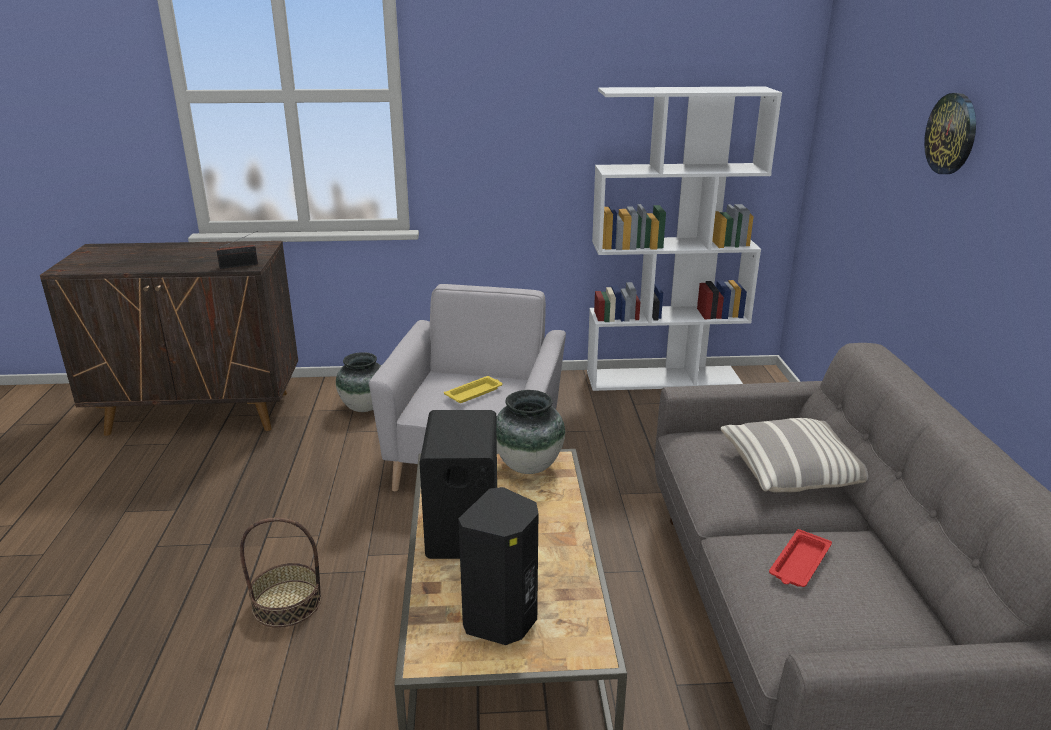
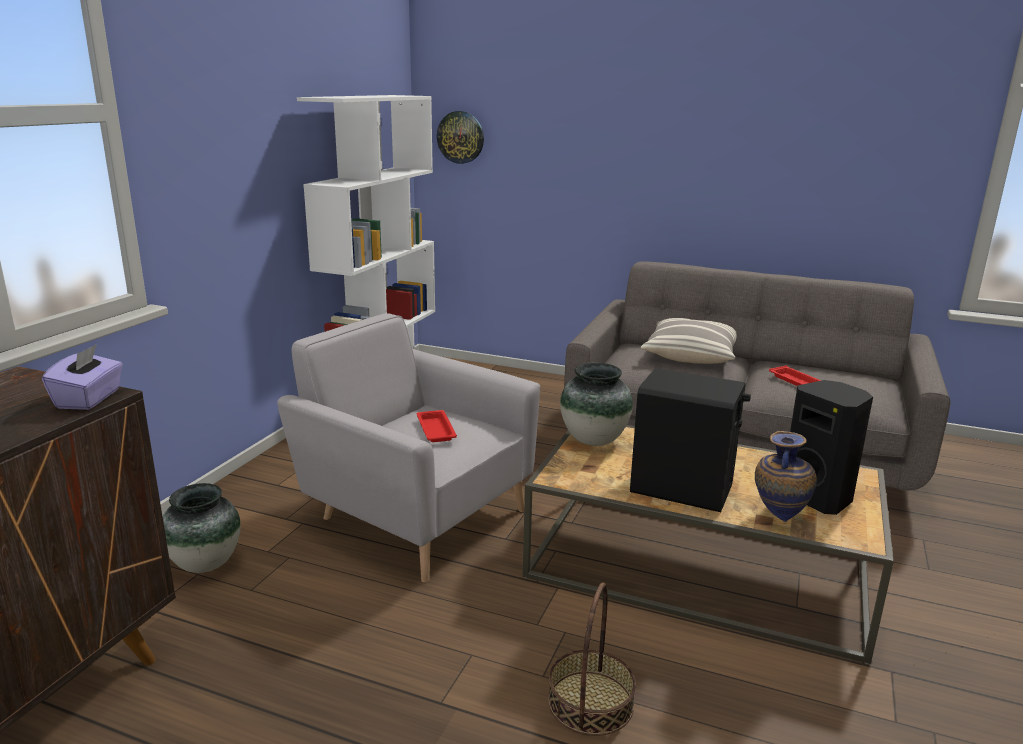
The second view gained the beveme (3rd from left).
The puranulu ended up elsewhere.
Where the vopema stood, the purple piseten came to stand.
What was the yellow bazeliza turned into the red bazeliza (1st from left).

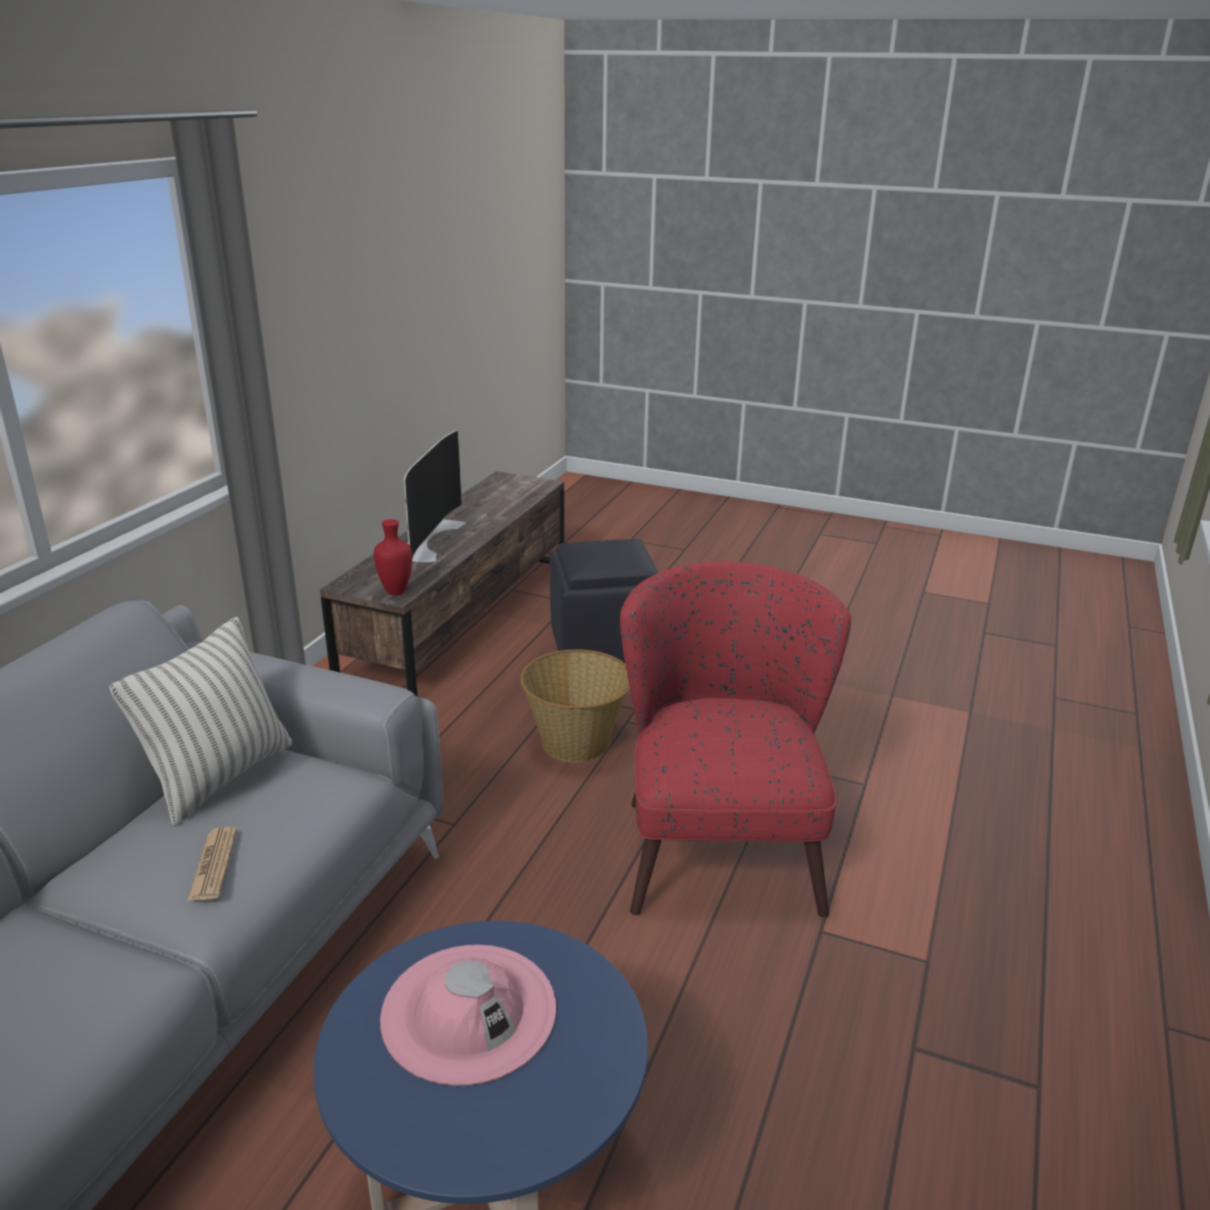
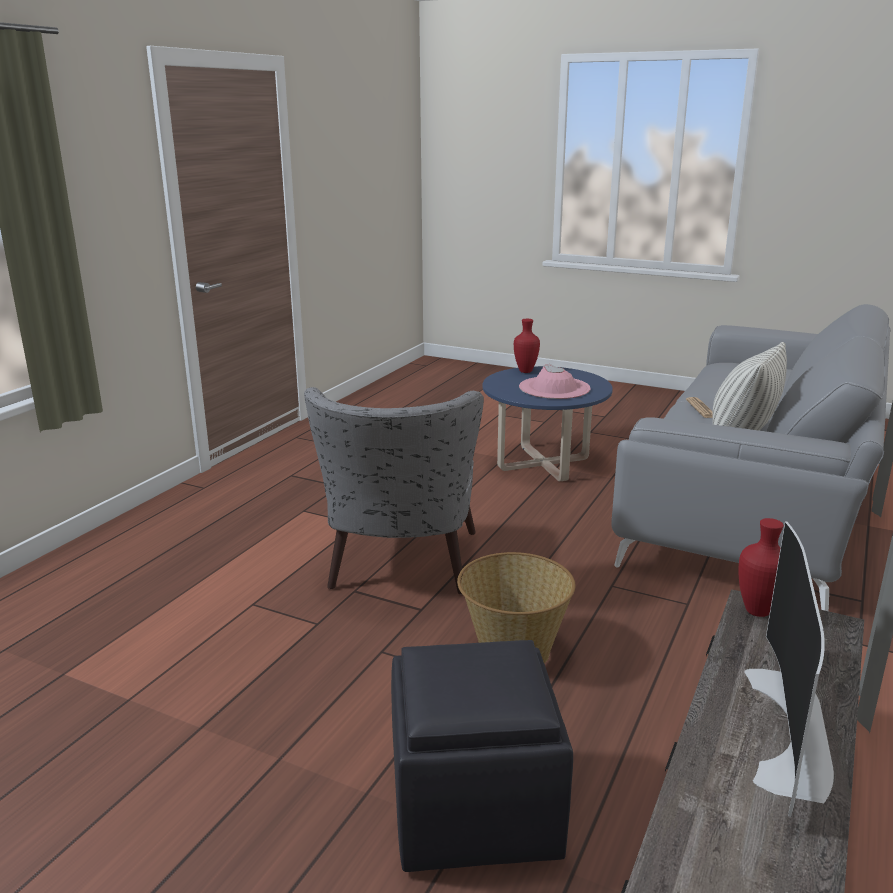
The second view gained the red beveme (1st from left).
What was the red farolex turned into the grey farolex.

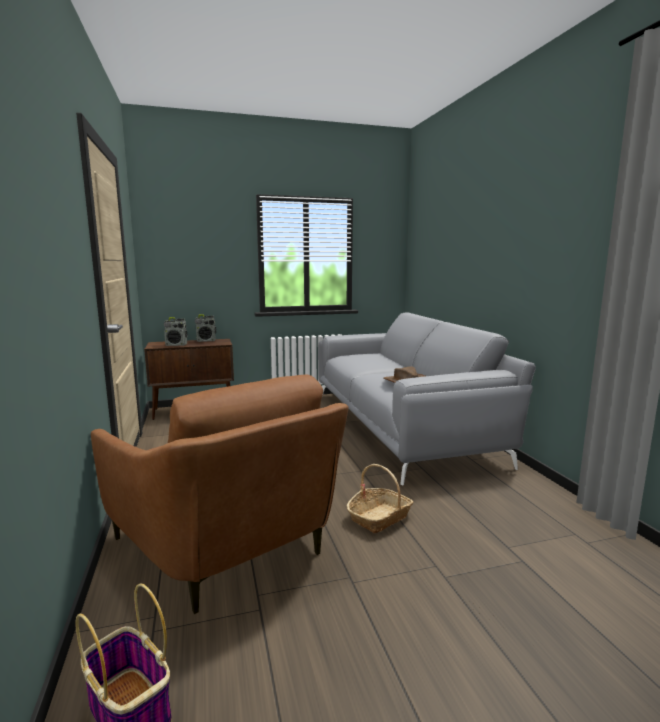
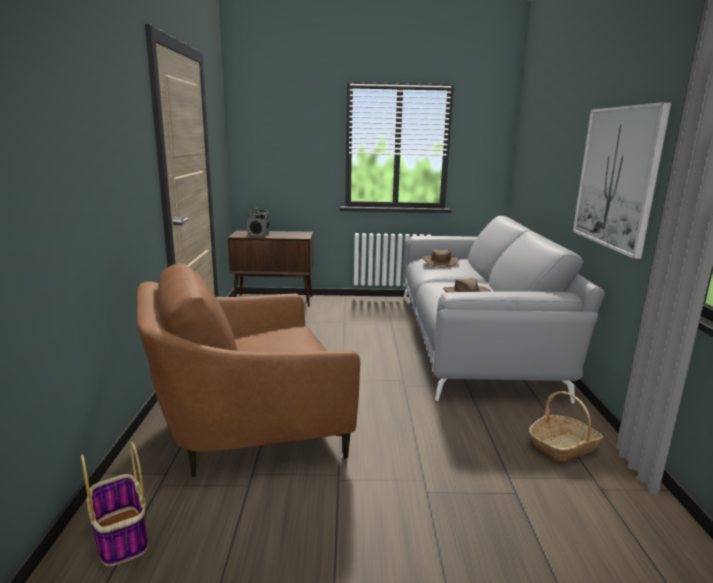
The second view lost the vopema (2nd from left).
The second view gained the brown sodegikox (1st from left).
The second view gained the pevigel.
The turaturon (2nd from left) ended up elsewhere.
The brown farolex ended up facing another way, 90 degrees clockwise from before.

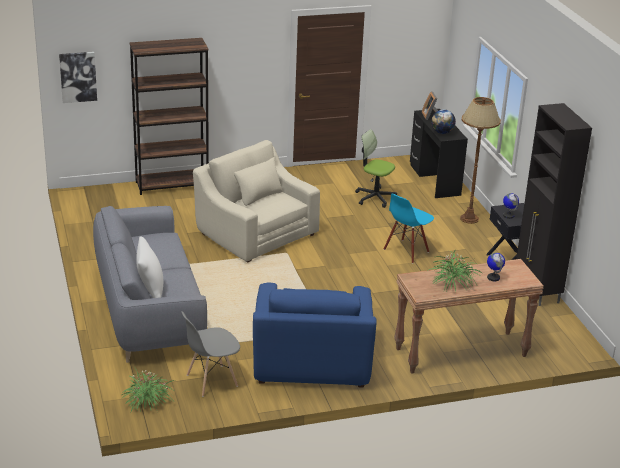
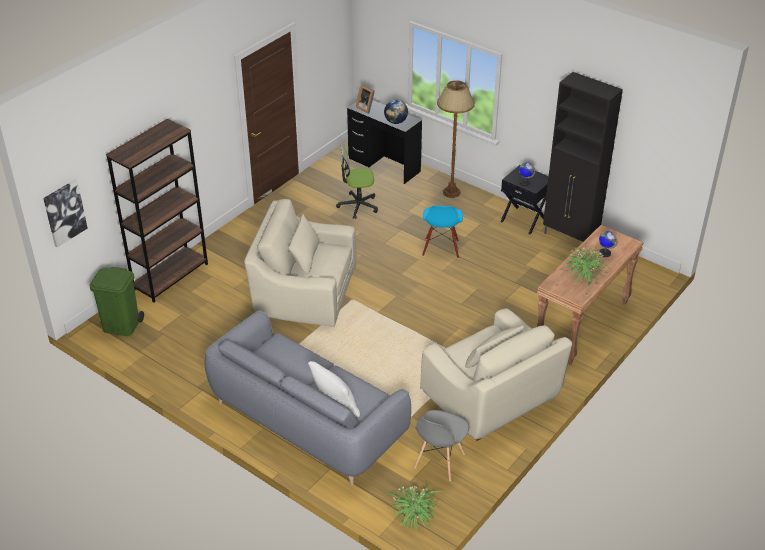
The second view gained the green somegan.
What was the blue farolex turned into the beige farolex (2nd from left).

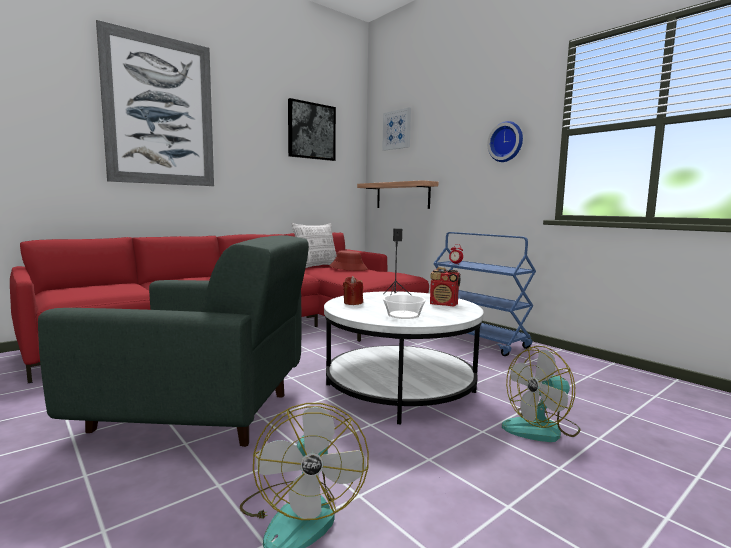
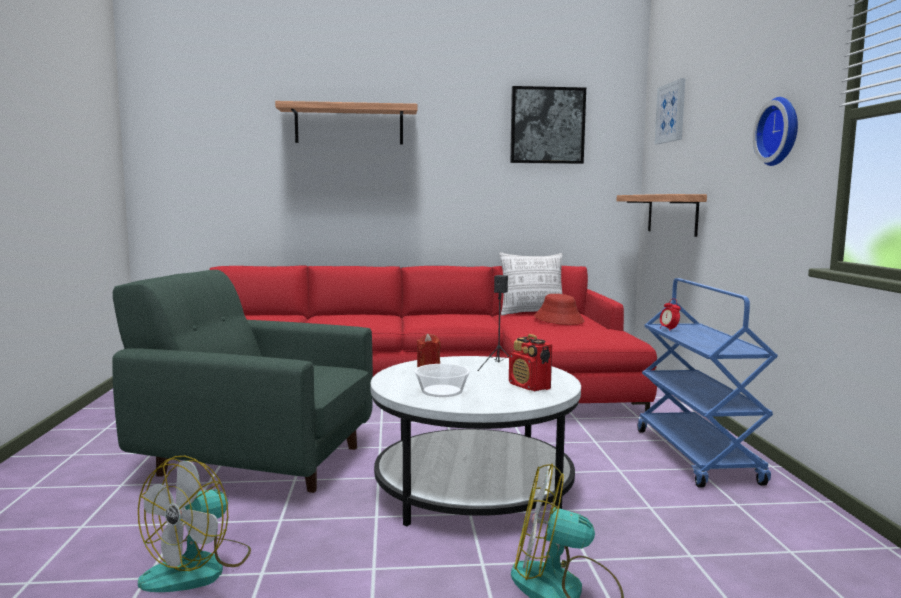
Where the pevigel (1st from left) hung, the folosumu (1st from left) came to hang.
The green farolex ended up facing another way, 150 degrees clockwise from before.

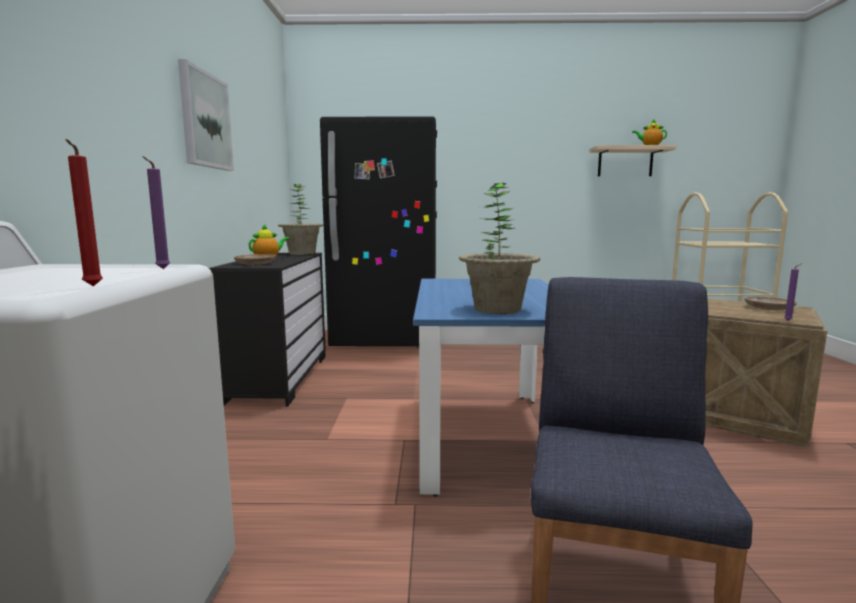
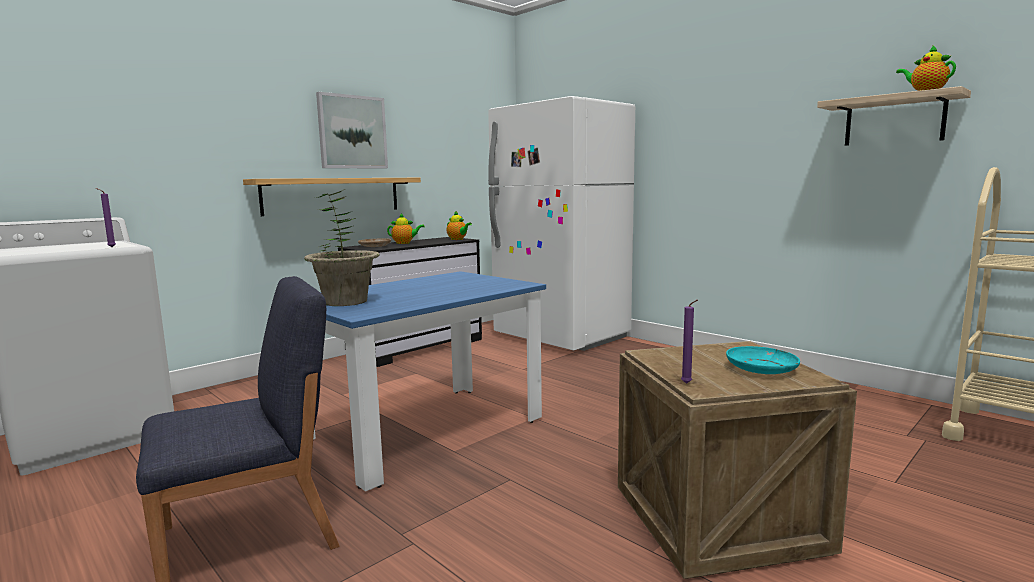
The second view lost the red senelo.
The second view gained the folosumu (1st from left).
Where the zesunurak (1st from left) stood, the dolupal (2nd from left) came to stand.
What was the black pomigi turned into the white pomigi.
What was the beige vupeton (2nd from left) turned into the turquoise vupeton.

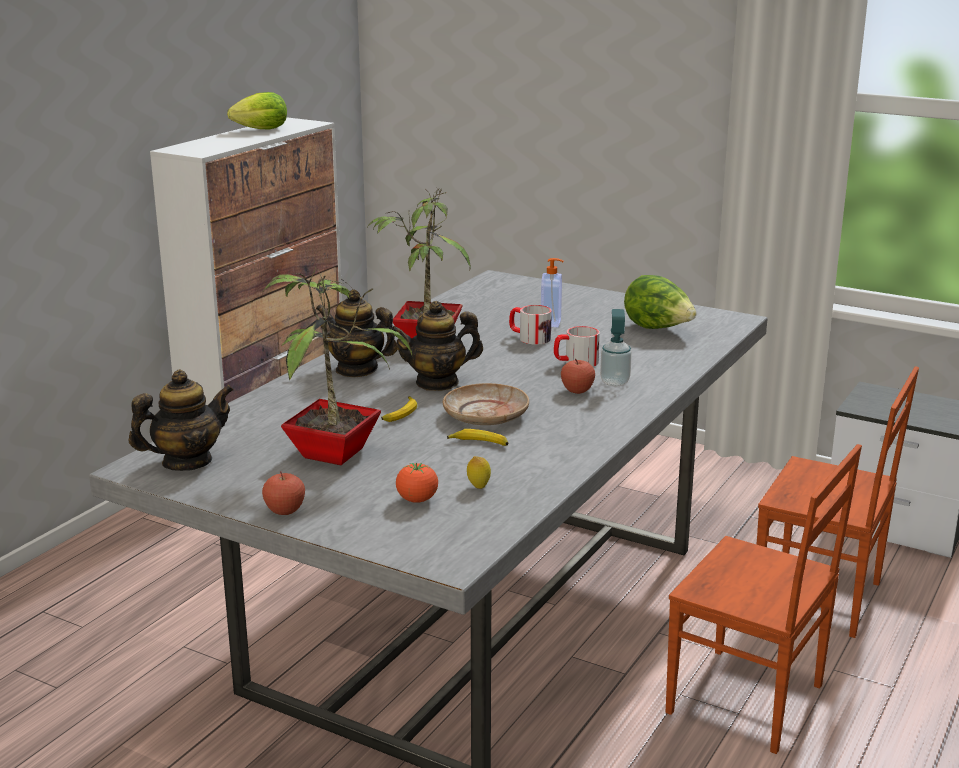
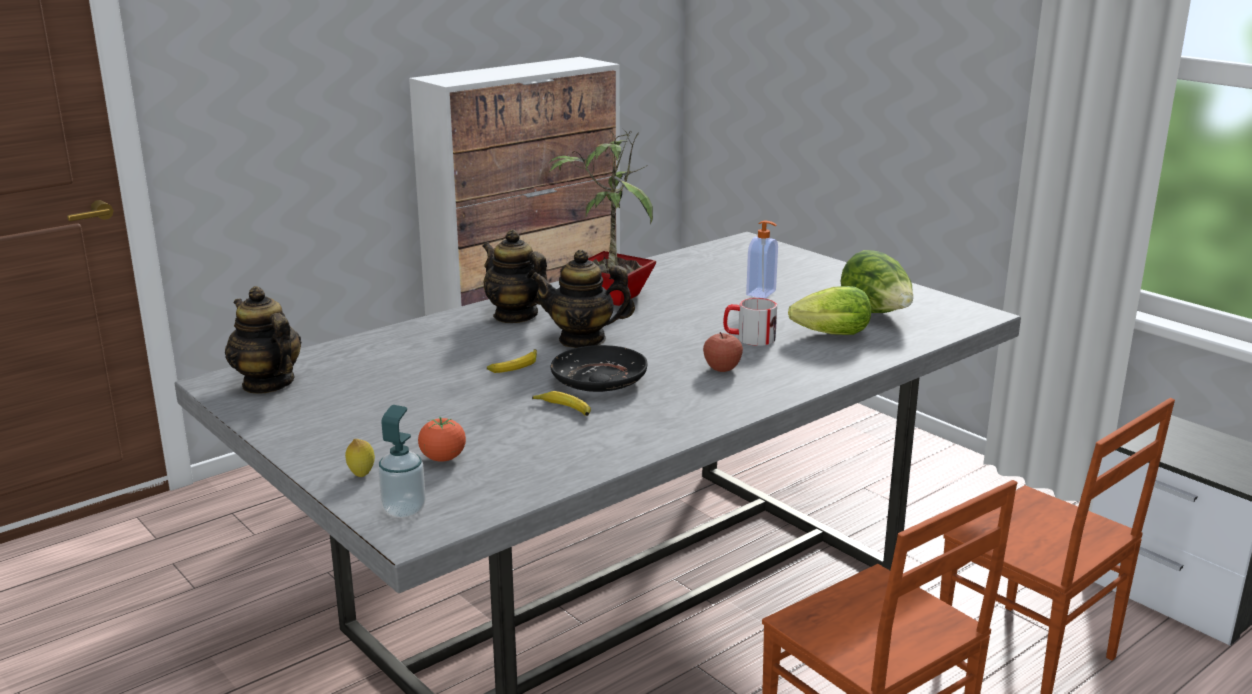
The second view lost the zesunurak (1st from left).
The second view lost the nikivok (1st from left).
The second view lost the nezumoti (1st from left).
The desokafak (1st from left) ended up elsewhere.
The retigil ended up elsewhere.
The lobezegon (2nd from left in the first image) ended up elsewhere.
What was the beige vupeton turned into the black vupeton.
The dolupal (1st from left) ended up facing another way, 120 degrees counterclockwise from before.

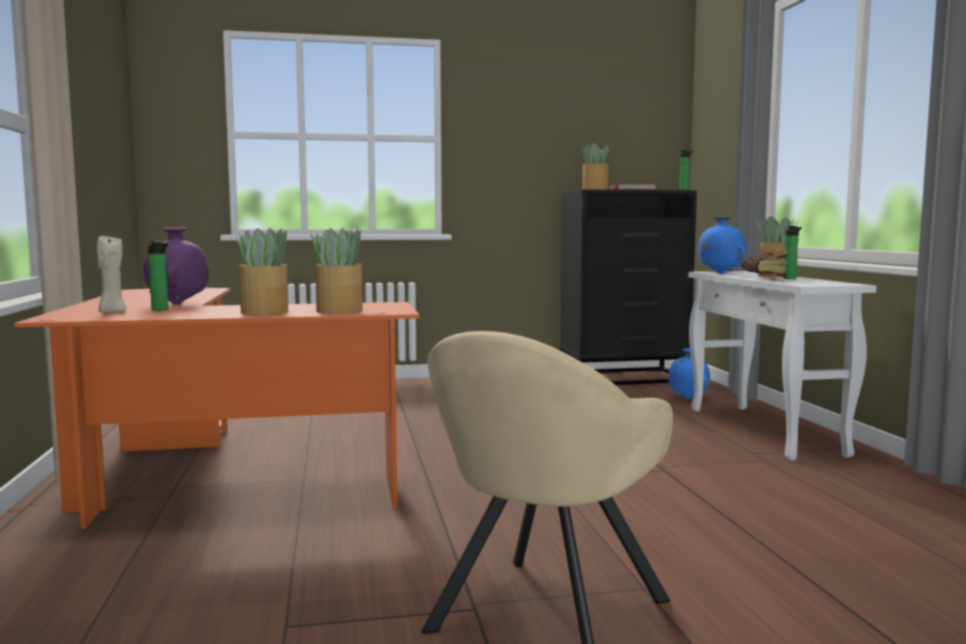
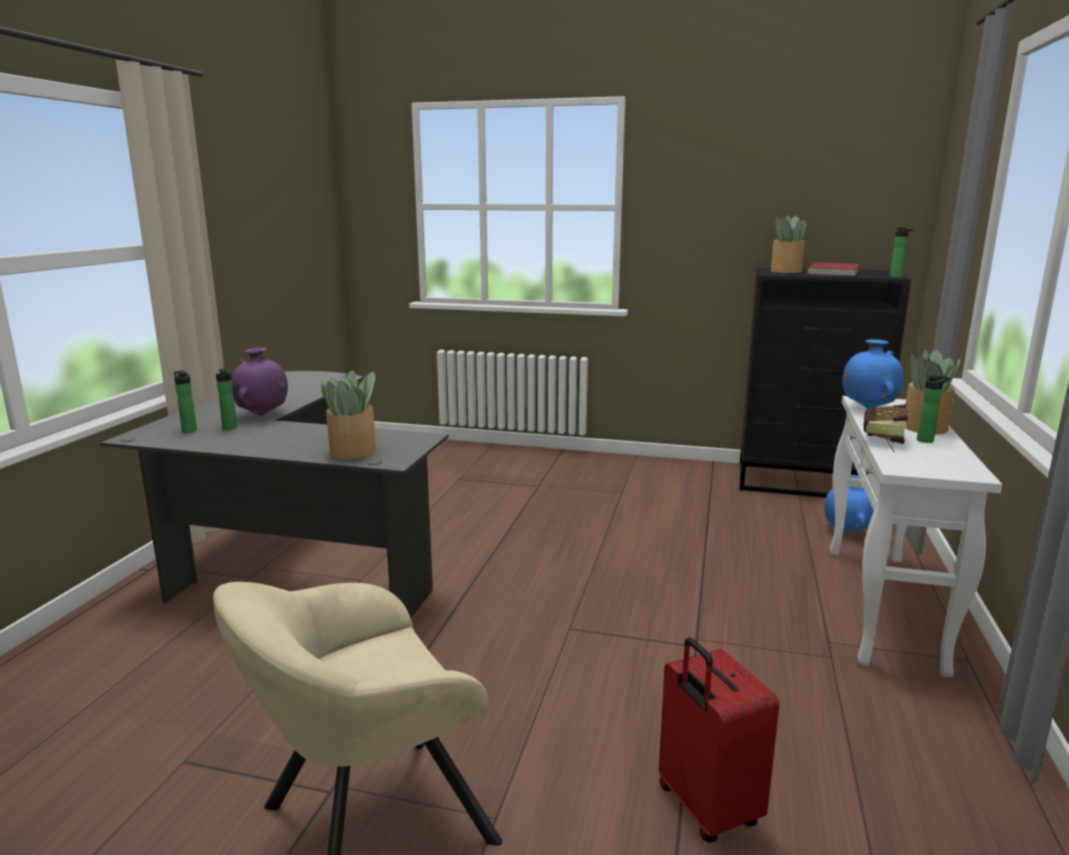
The second view lost the zesunurak (1st from left).
The second view gained the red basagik.
Where the beige senelo stood, the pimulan (1st from left) came to stand.
What was the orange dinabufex turned into the black dinabufex.

